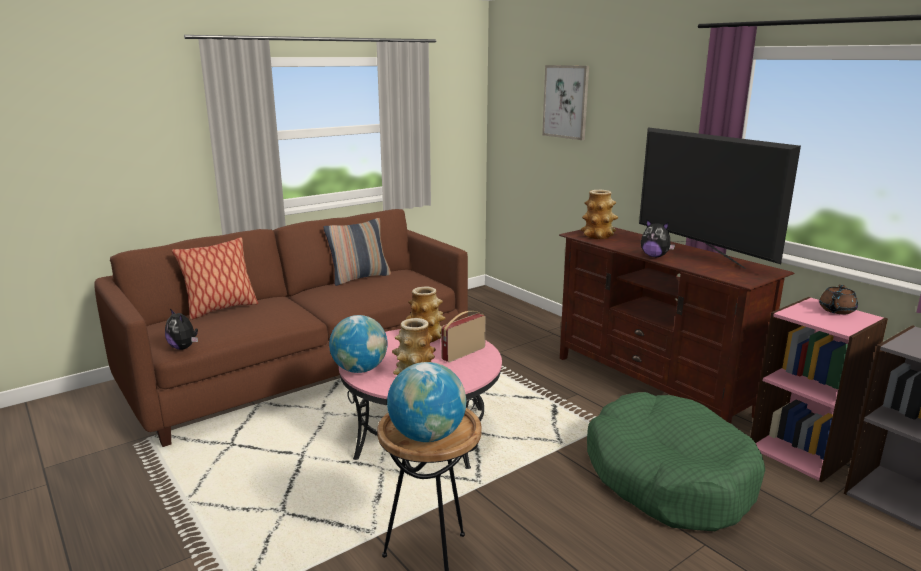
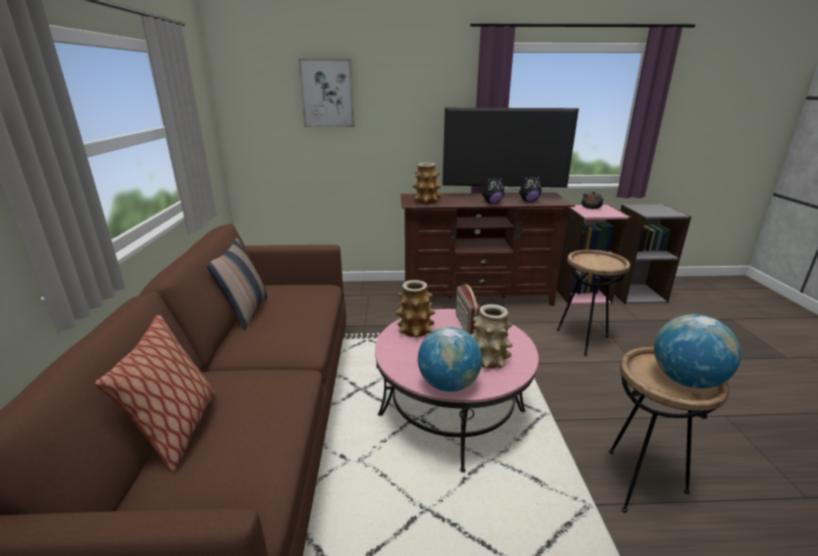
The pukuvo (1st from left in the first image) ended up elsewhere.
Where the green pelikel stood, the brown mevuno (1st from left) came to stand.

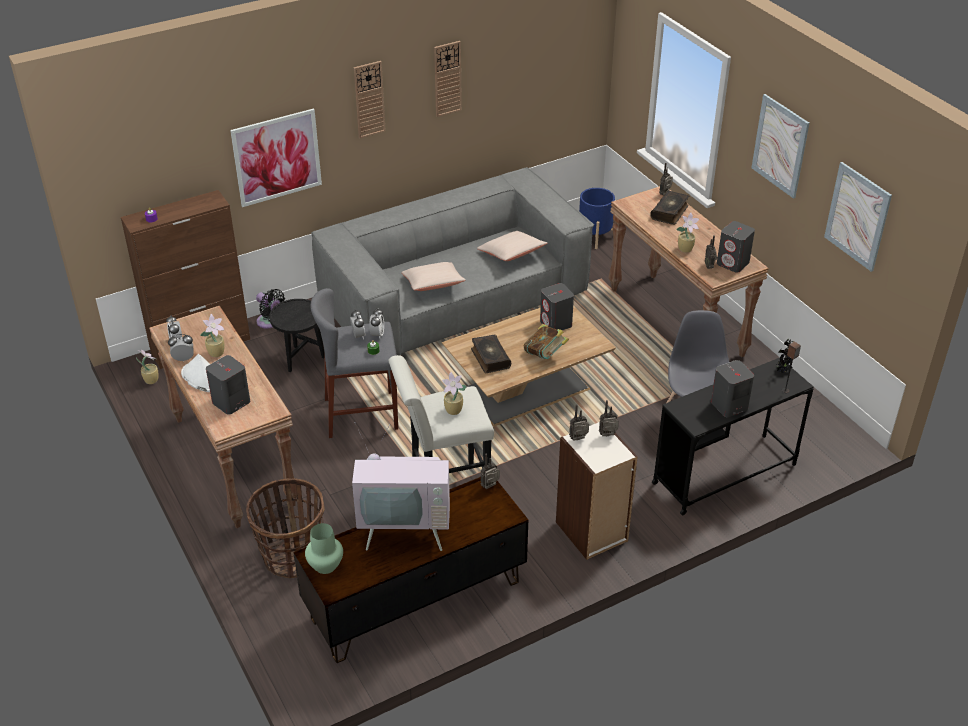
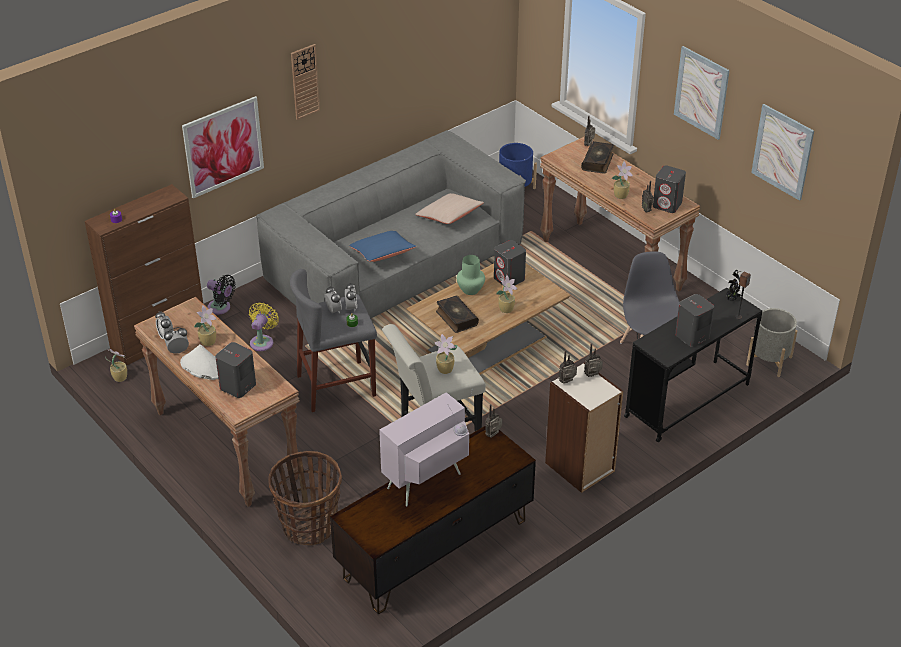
The second view lost the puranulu (2nd from left).
The second view gained the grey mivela.
The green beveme ended up elsewhere.
Where the black mevuno stood, the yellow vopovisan came to stand.
Where the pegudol (2nd from left) stood, the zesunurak (4th from left) came to stand.
What was the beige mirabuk (1st from left) turned into the blue mirabuk.
The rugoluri ended up facing another way, 150 degrees clockwise from before.

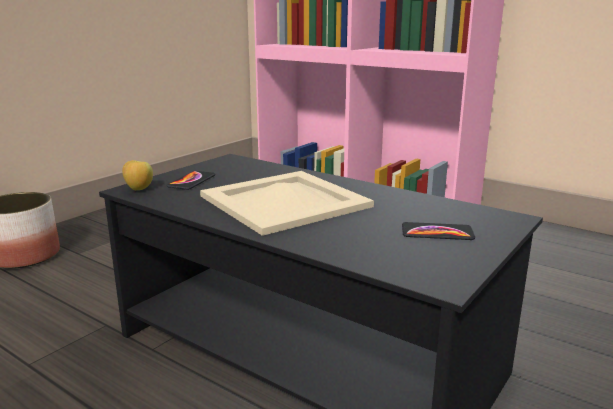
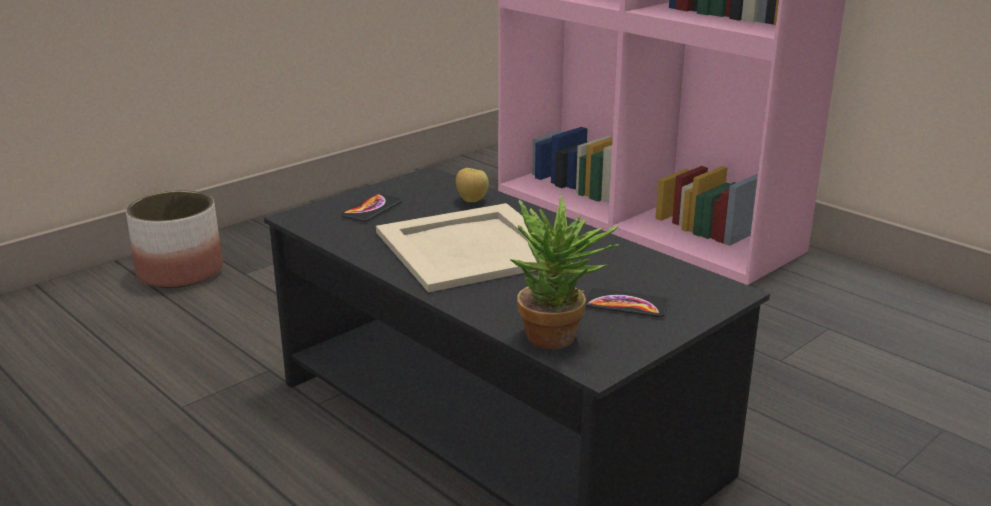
The second view gained the zesunurak.
The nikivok ended up elsewhere.

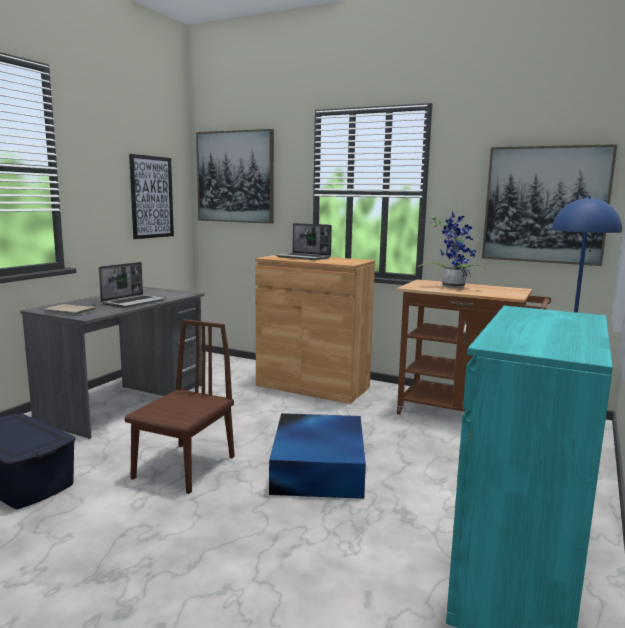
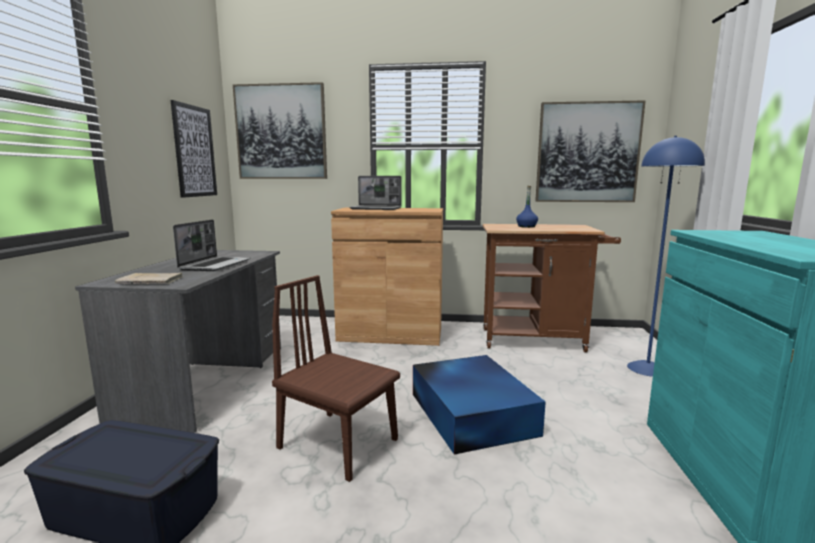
Where the zesunurak stood, the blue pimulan came to stand.
The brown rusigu ended up facing another way, 60 degrees counterclockwise from before.

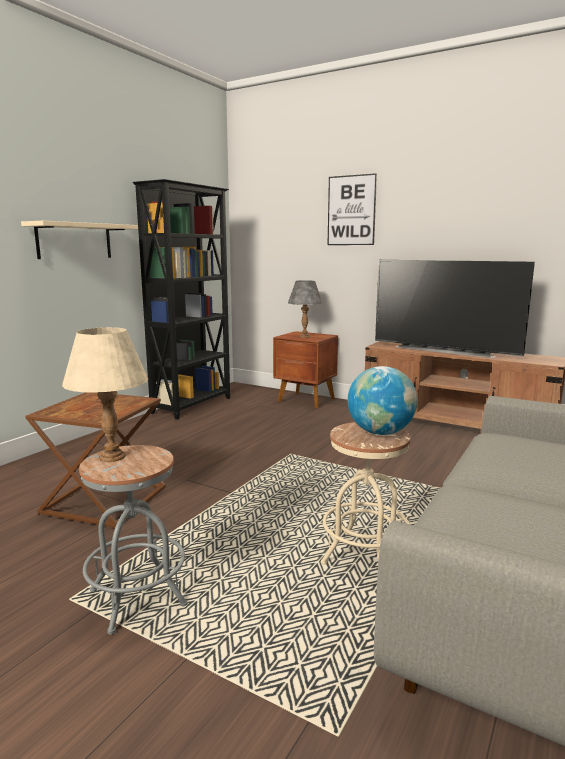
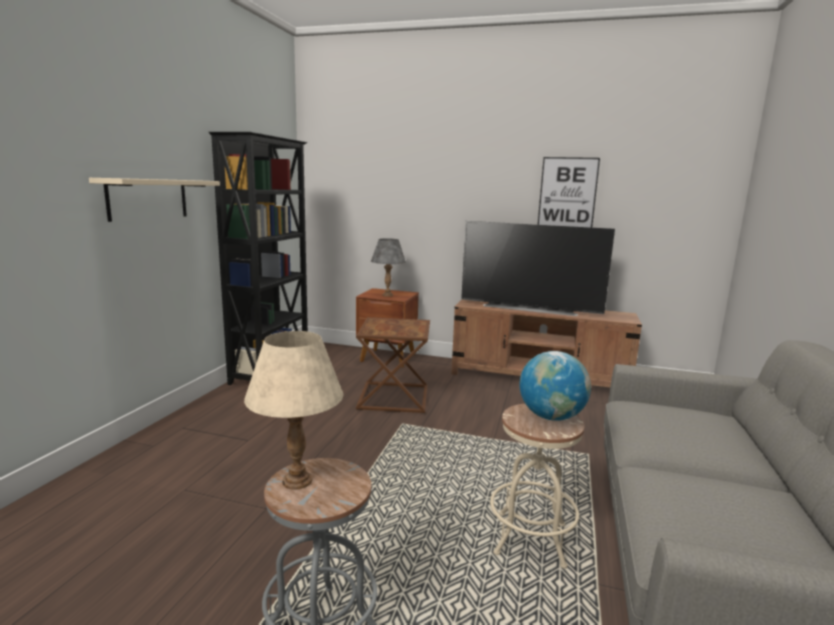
The brown mevuno ended up elsewhere.
The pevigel ended up elsewhere.

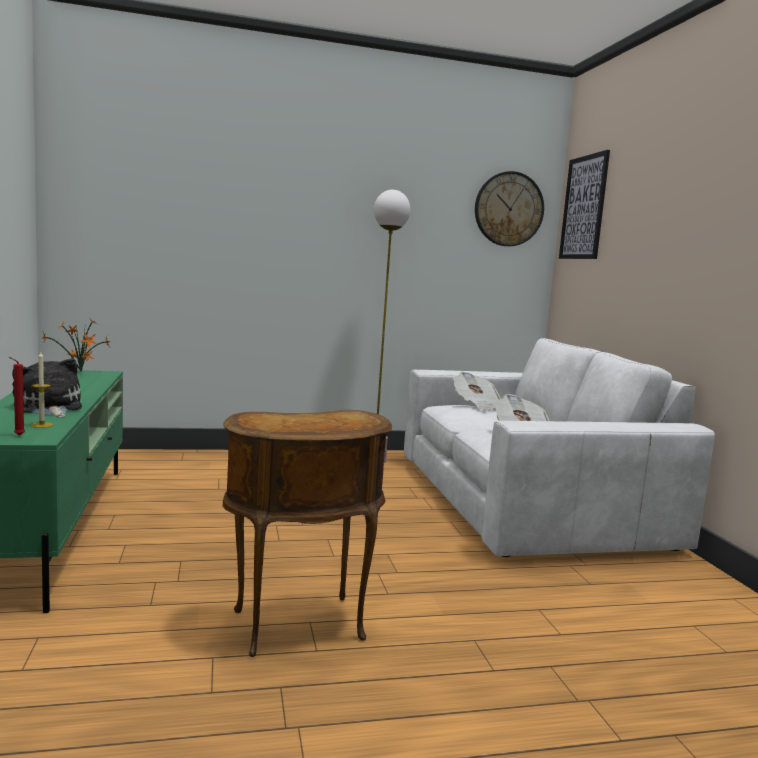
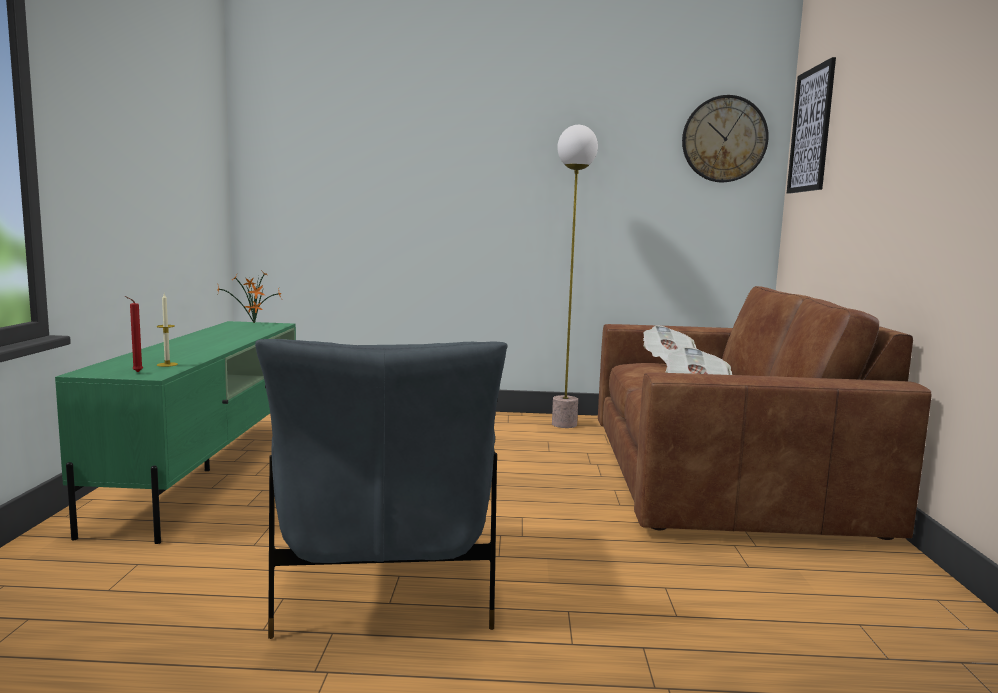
The second view lost the pukuvo.
Where the brown mevuno stood, the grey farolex came to stand.
What was the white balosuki turned into the brown balosuki.

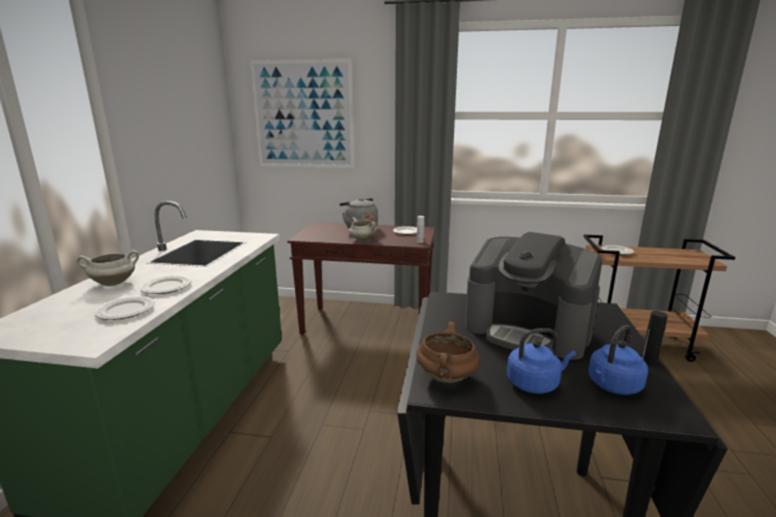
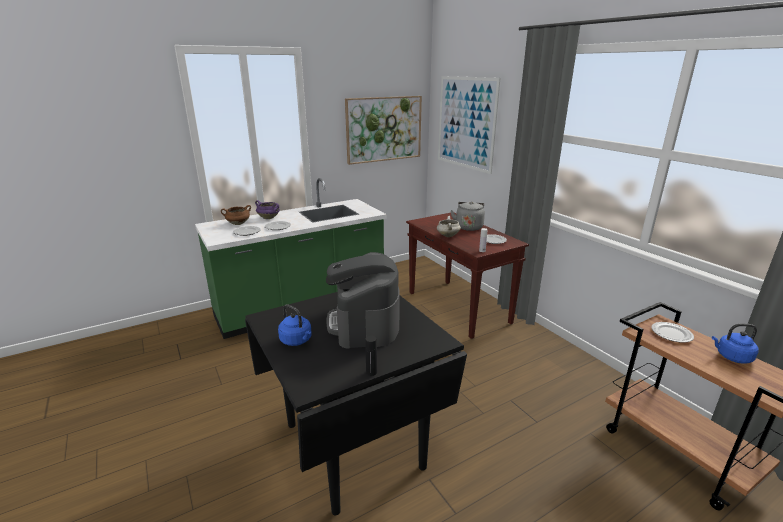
The second view gained the pevigel (1st from left).
The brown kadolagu ended up elsewhere.
The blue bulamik (2nd from left) ended up elsewhere.
What was the white kadolagu (1st from left) turned into the purple kadolagu.

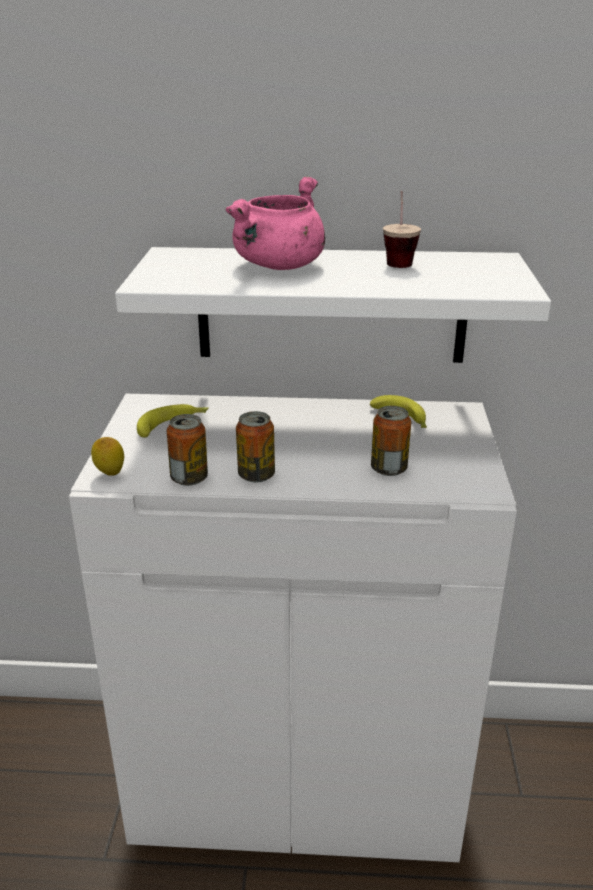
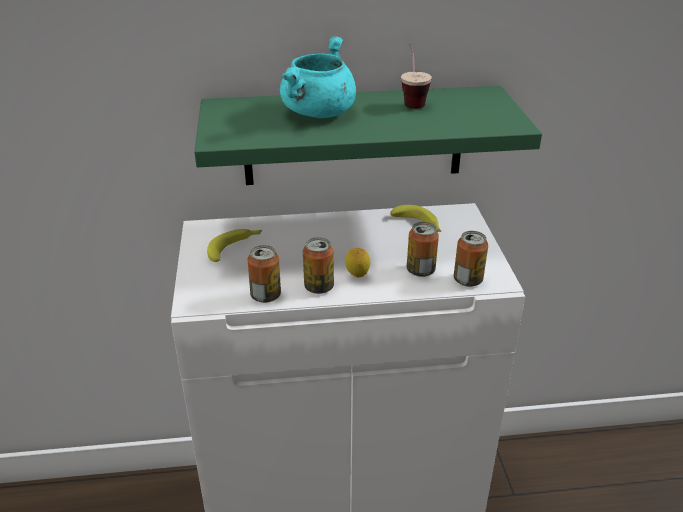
The second view gained the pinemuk (4th from left).
The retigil ended up elsewhere.
What was the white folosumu turned into the green folosumu.
What was the pink kadolagu turned into the turquoise kadolagu.

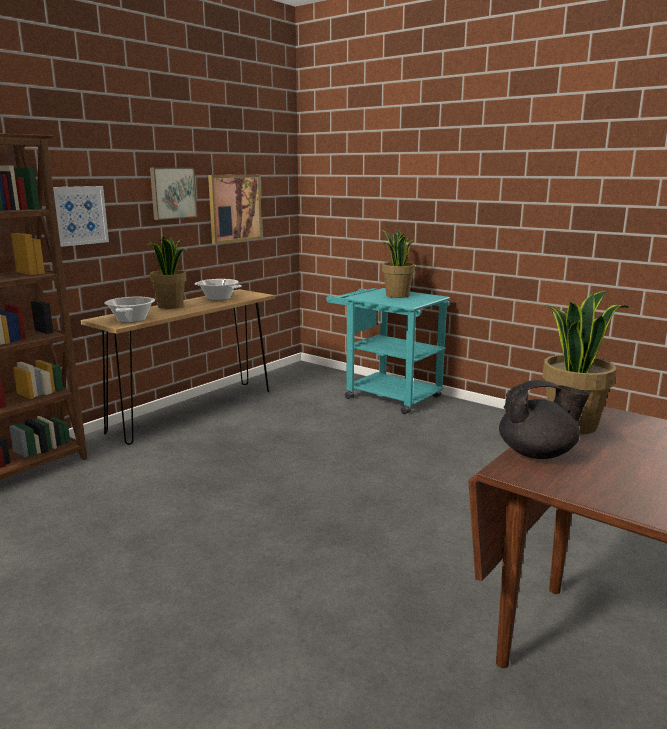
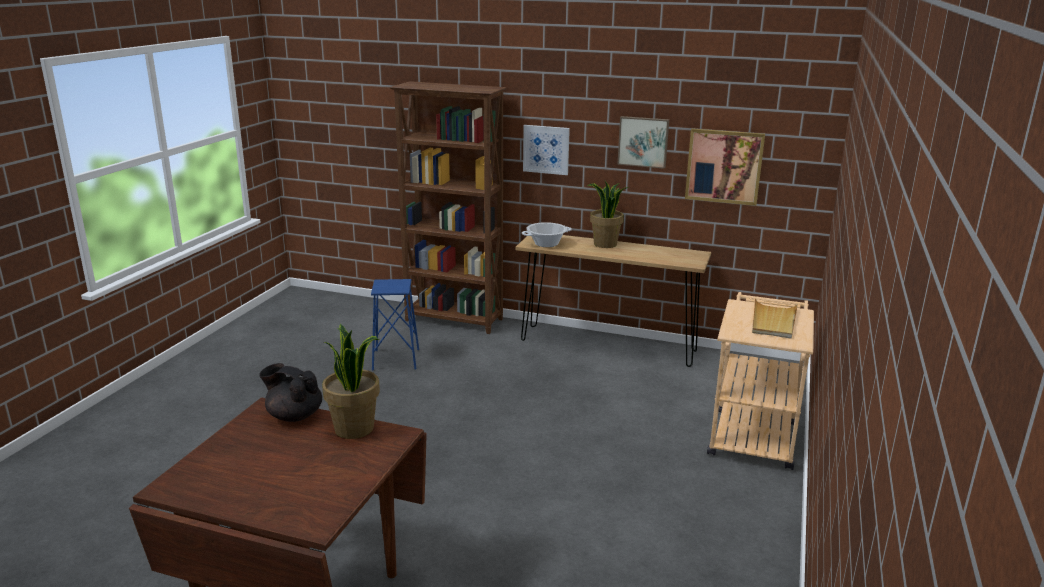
The second view lost the kadolagu (2nd from left).
The second view gained the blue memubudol.
Where the zesunurak (2nd from left) stood, the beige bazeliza came to stand.
What was the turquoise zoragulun turned into the beige zoragulun.
The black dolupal ended up facing another way, 135 degrees clockwise from before.

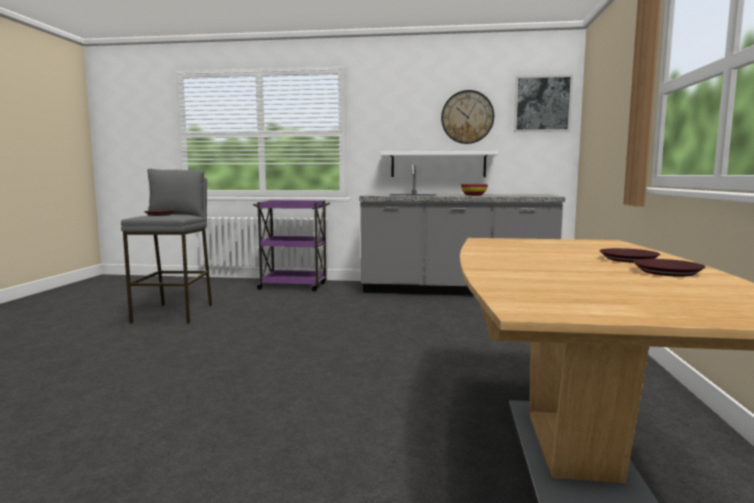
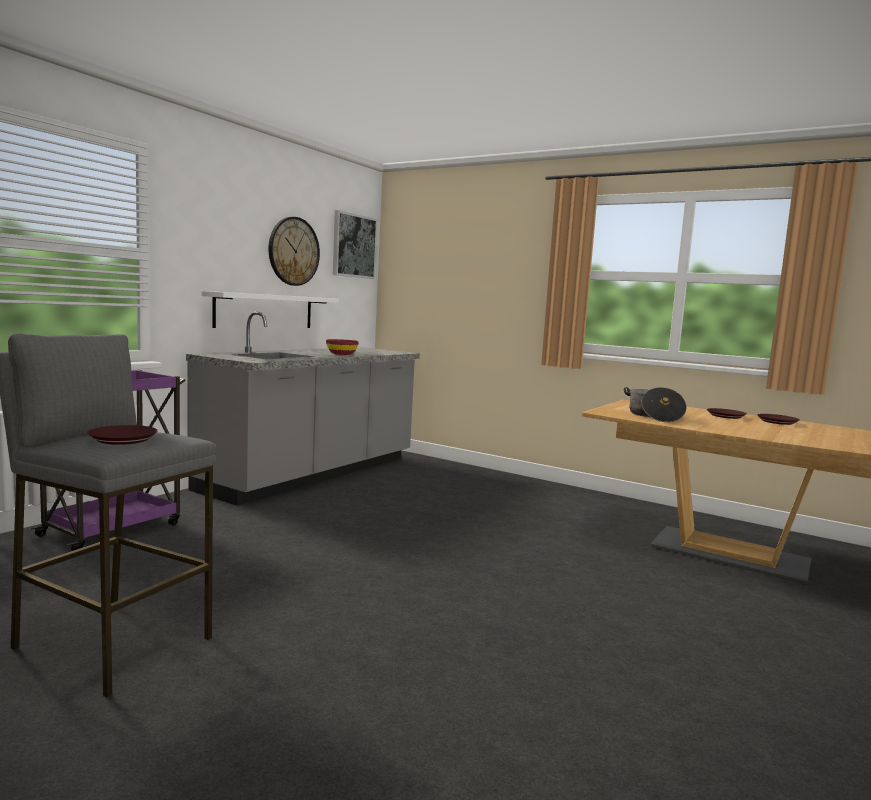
The second view gained the kadolagu.

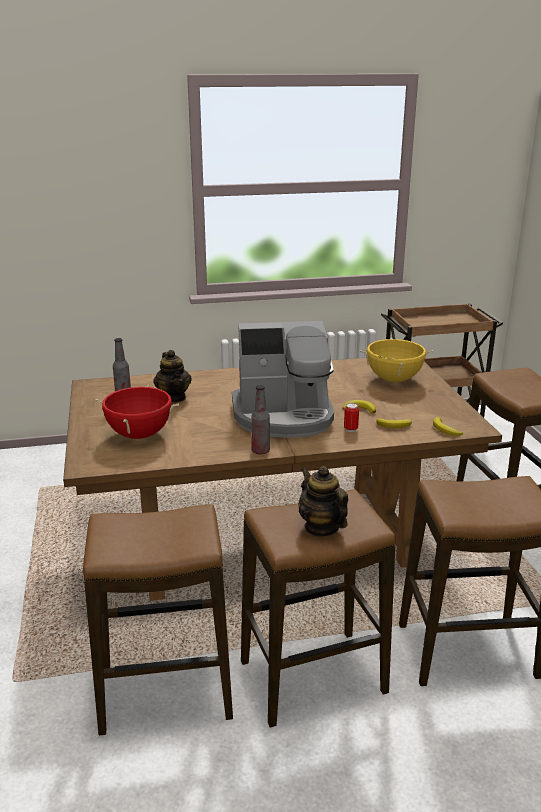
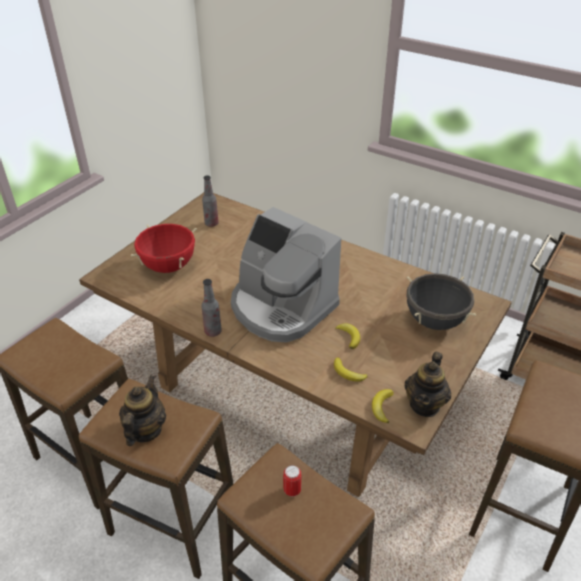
The dolupal (1st from left in the first image) ended up elsewhere.
The pinemuk ended up elsewhere.
What was the yellow kadolagu turned into the black kadolagu.

